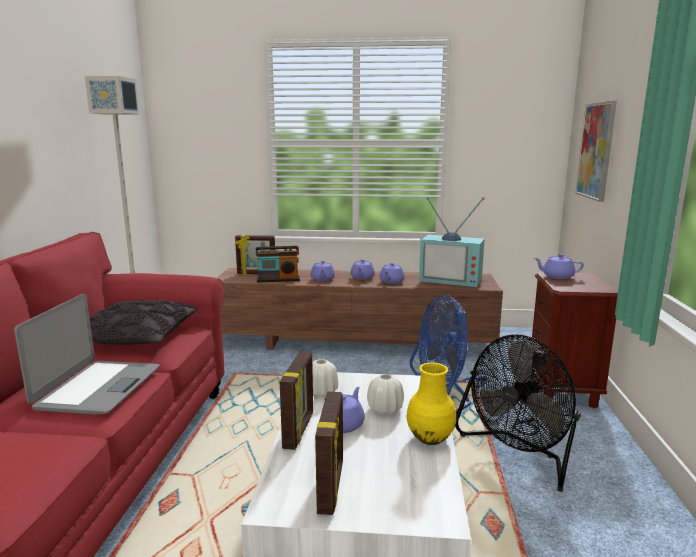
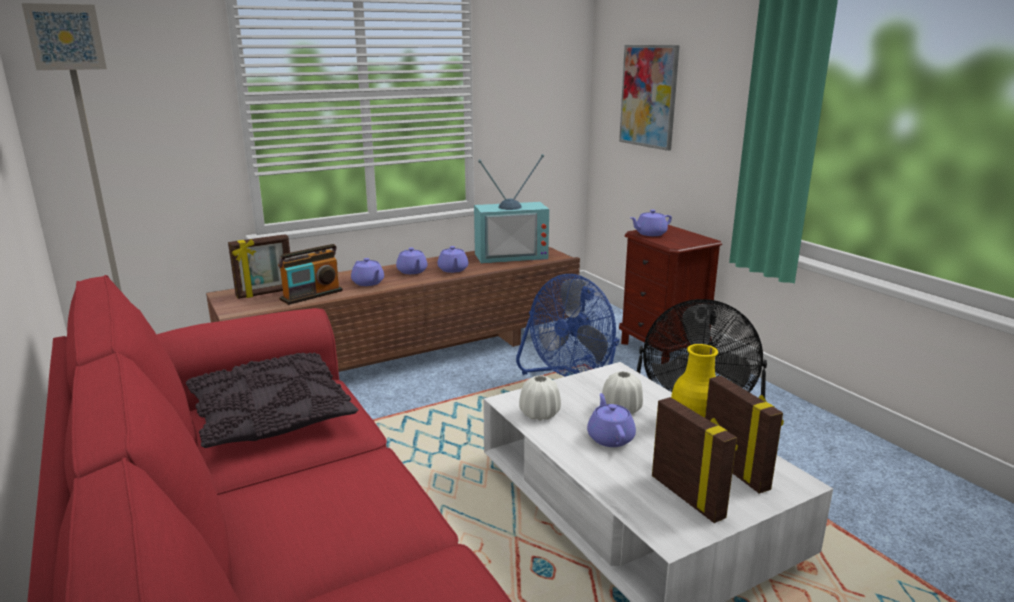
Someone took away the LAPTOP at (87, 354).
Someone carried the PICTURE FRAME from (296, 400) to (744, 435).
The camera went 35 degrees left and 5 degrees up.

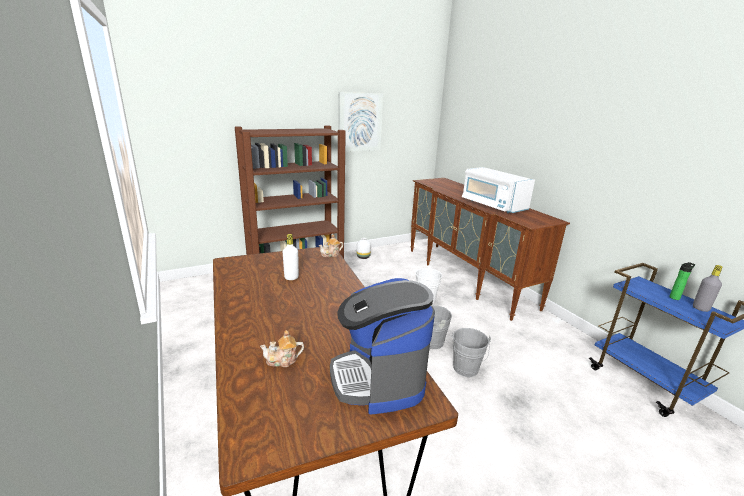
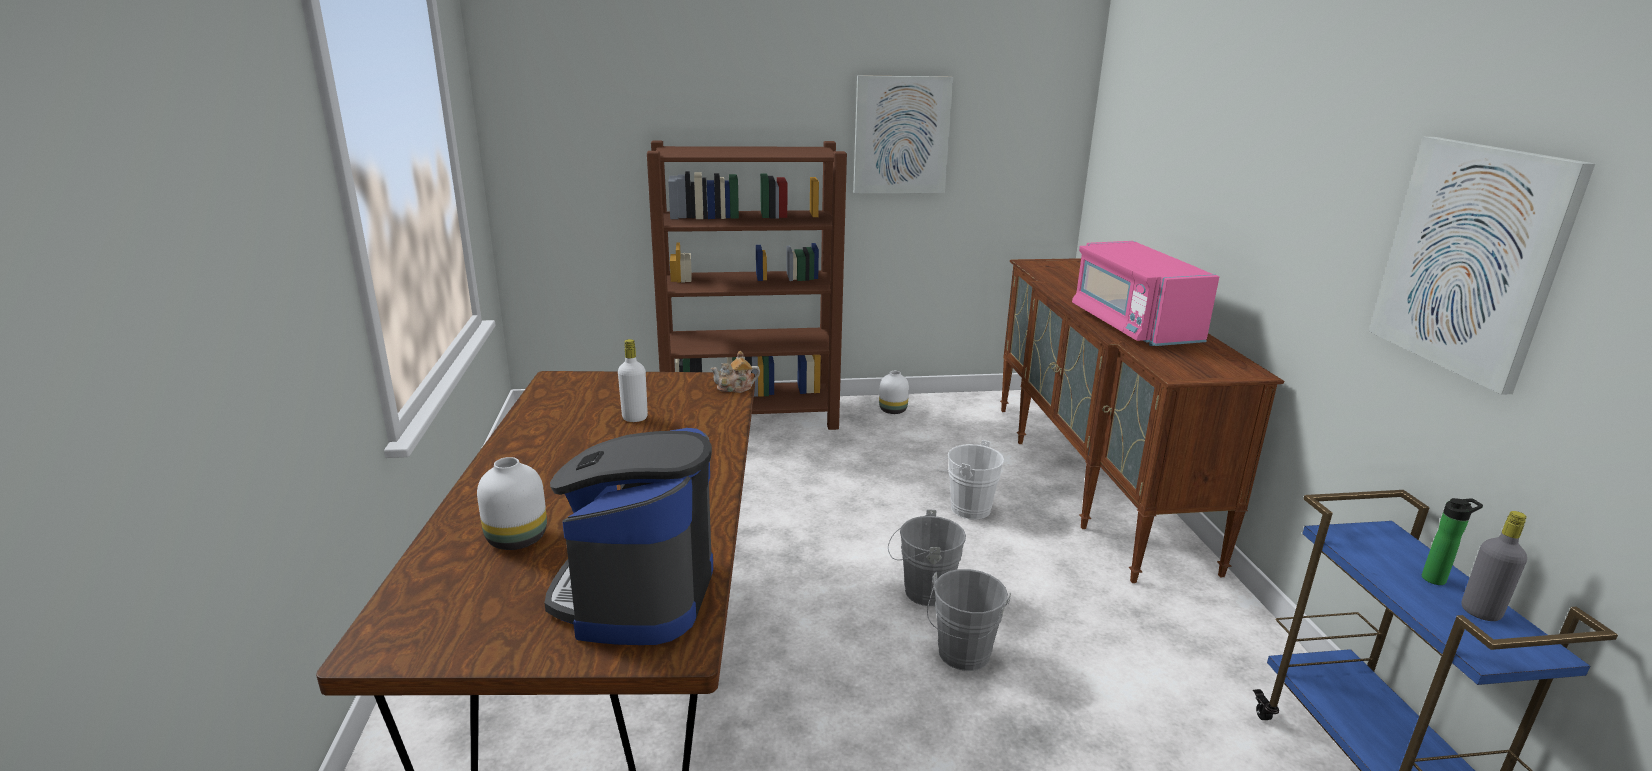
Someone repainted the WHITE MICROWAVE at (498, 190), which became the PINK MICROWAVE at (1145, 293).
Someone swapped the TEAPOT at (282, 348) for the WHITE VASE at (512, 503).
Someone put up the PICTURE at (1482, 266).
The camera went 20 degrees right and 0 degrees up.

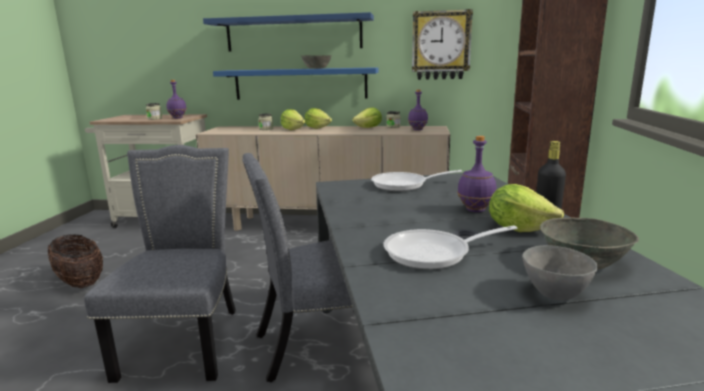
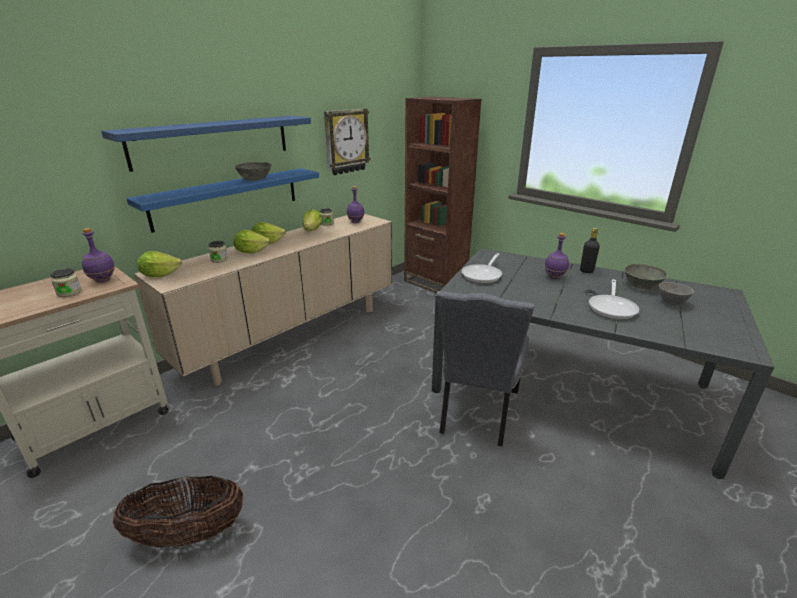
Someone took away the GREY CHAIR at (160, 264).
Someone carried the LETTUCE from (526, 208) to (159, 264).
The camera went 55 degrees left and 10 degrees up.

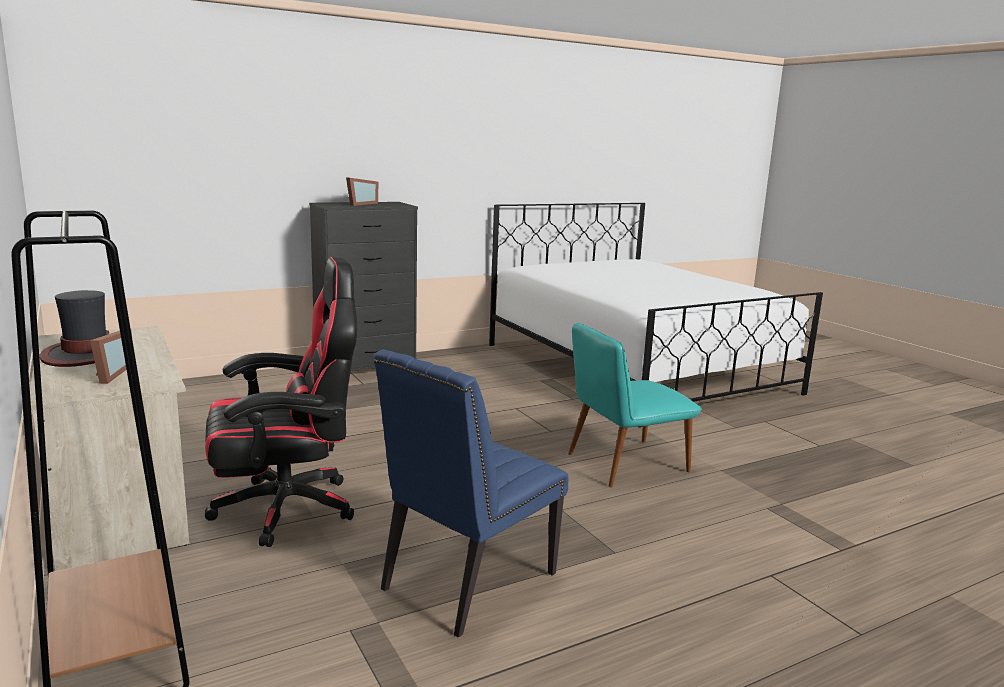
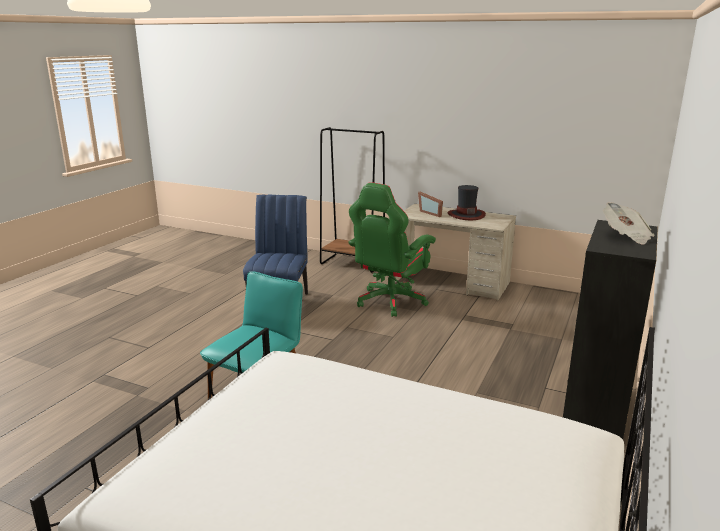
Someone swapped the PICTURE FRAME at (362, 191) for the NEWSPAPER at (628, 223).
Someone repainted the BLACK OFFICE CHAIR at (281, 402), which became the GREEN OFFICE CHAIR at (392, 249).
The camera went 145 degrees right and 5 degrees up.

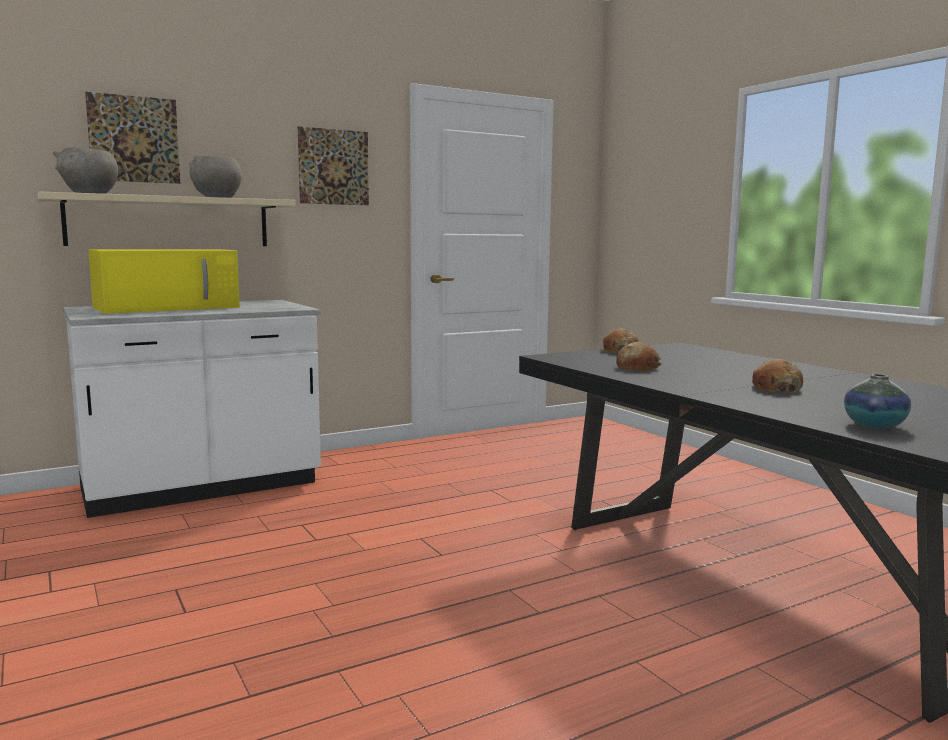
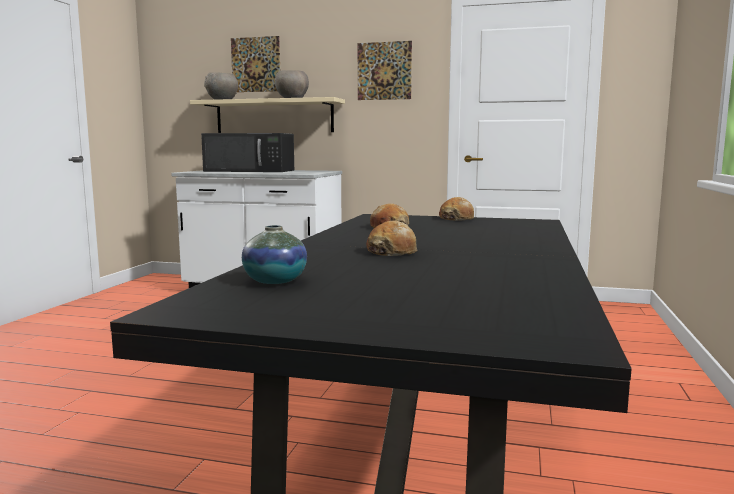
Someone repainted the YELLOW MICROWAVE at (164, 281), which became the BLACK MICROWAVE at (247, 152).
The camera went 45 degrees right and 0 degrees up.

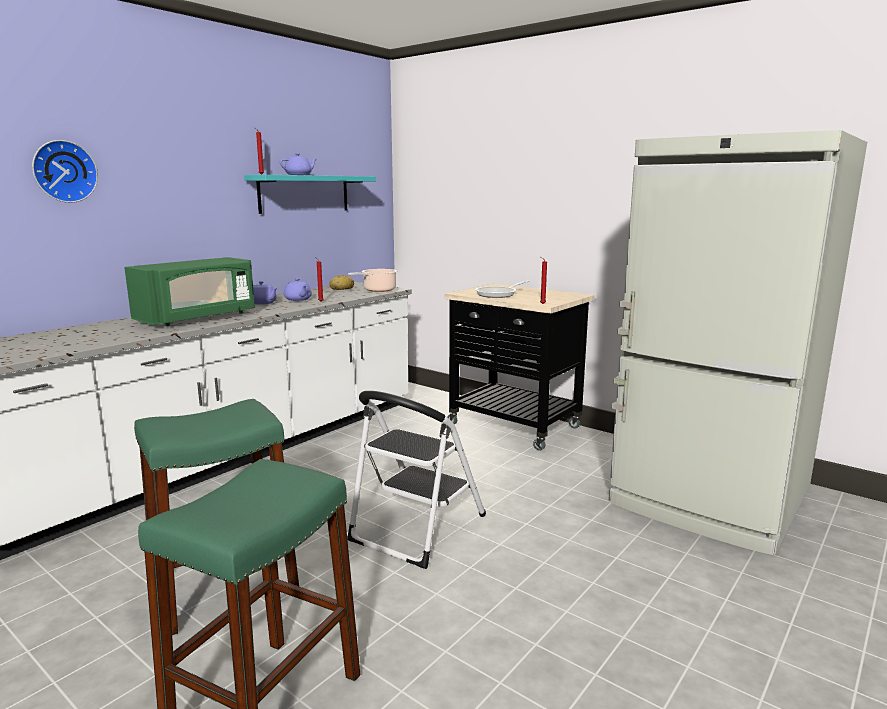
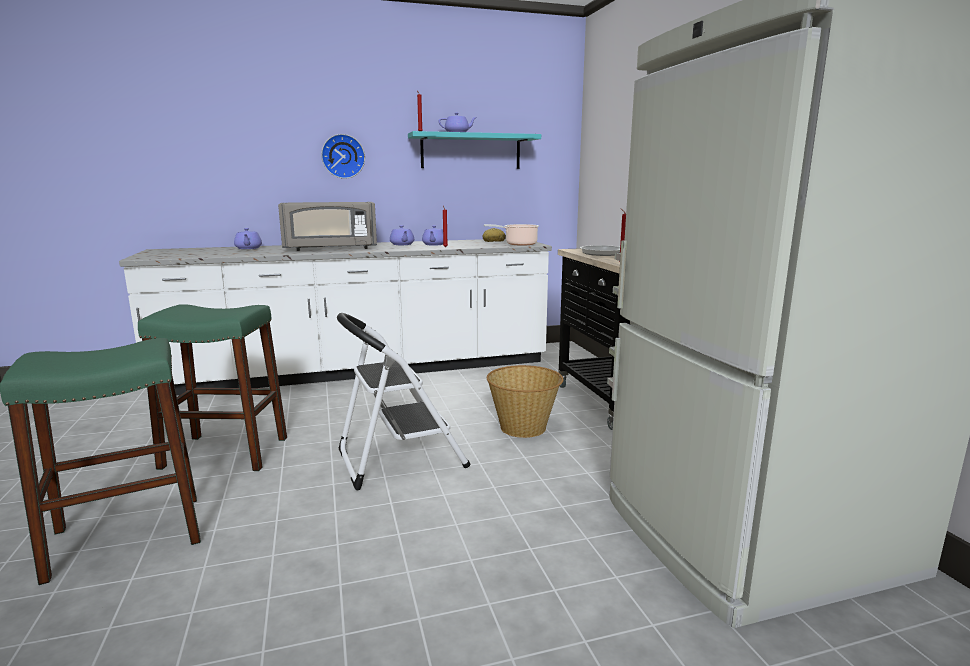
Someone carried the WALL CLOCK from (65, 171) to (343, 156).
Someone repainted the GREEN MICROWAVE at (189, 291), which became the GREY MICROWAVE at (327, 226).
Someone put down the PURPLE TEAPOT at (248, 238).
Someone put down the BASKET at (525, 401).
The camera went 35 degrees right and 0 degrees up.

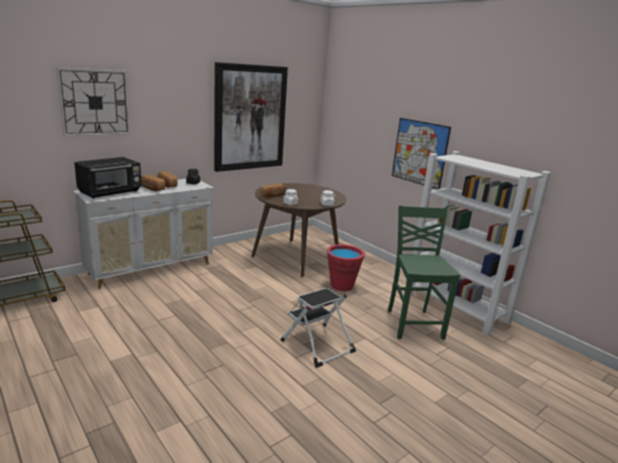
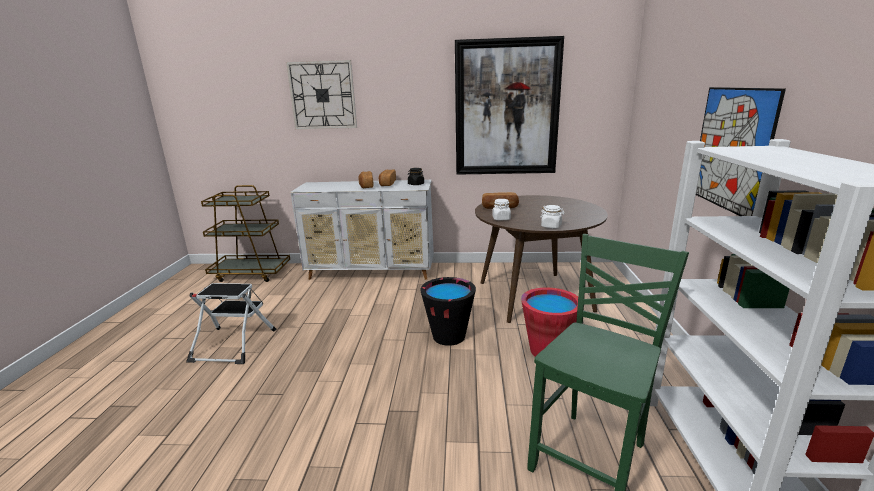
Someone took away the BLACK MICROWAVE at (107, 178).
Someone carried the STEP LADDER from (318, 328) to (231, 323).
Someone put down the BLACK BUCKET at (448, 311).
The camera went 45 degrees right and 0 degrees up.

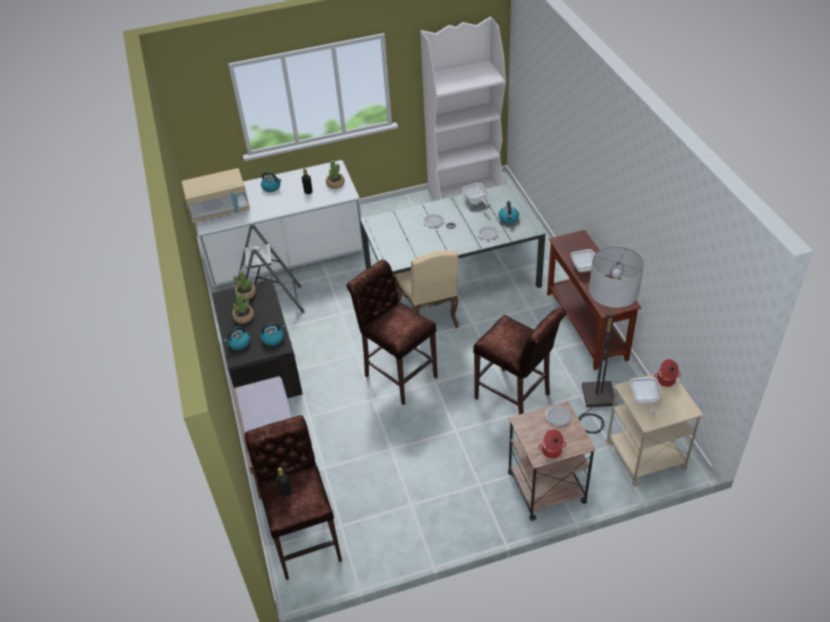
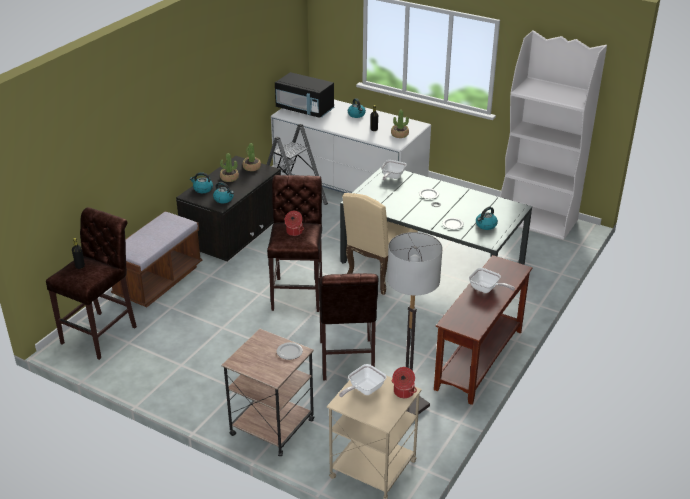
Someone repainted the BEIGE MICROWAVE at (215, 195), which became the BLACK MICROWAVE at (304, 95).
Someone carried the FRYING PAN from (475, 195) to (394, 170).
Someone carried the COOKING POT from (552, 443) to (294, 223).
The camera went 45 degrees right and 10 degrees down.

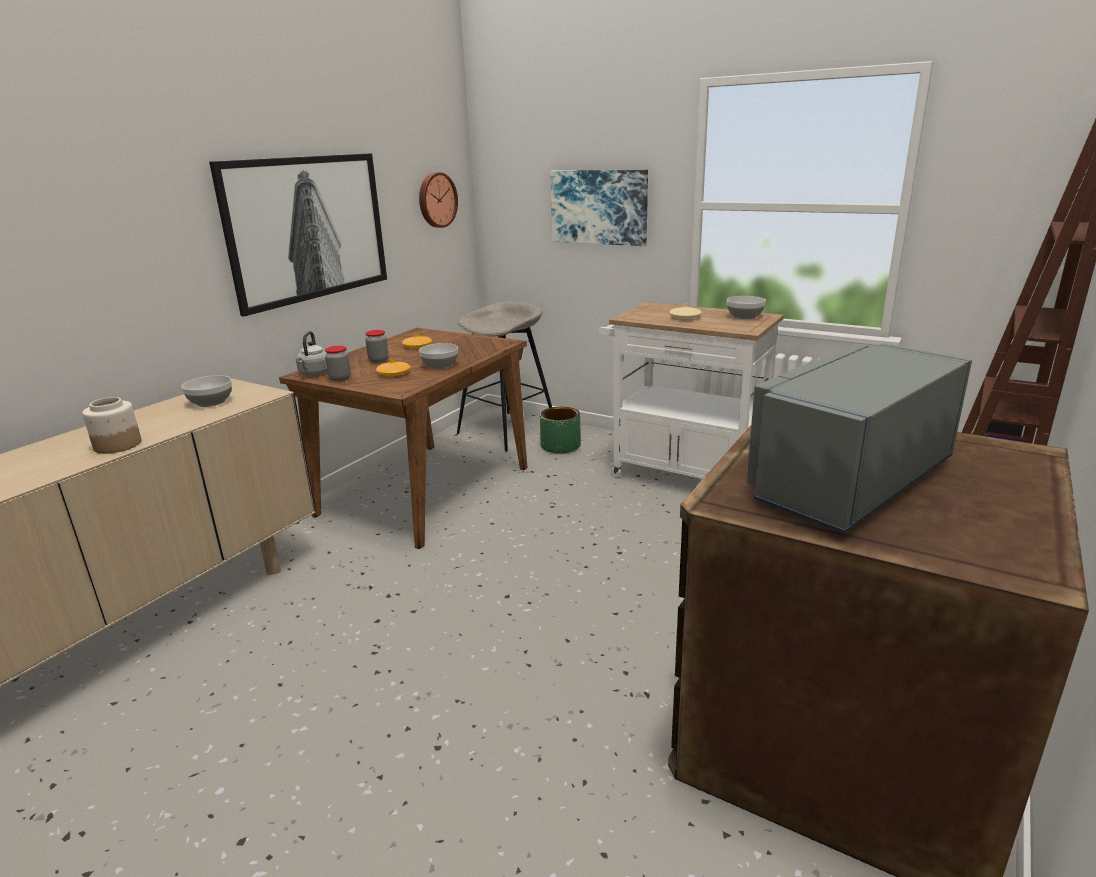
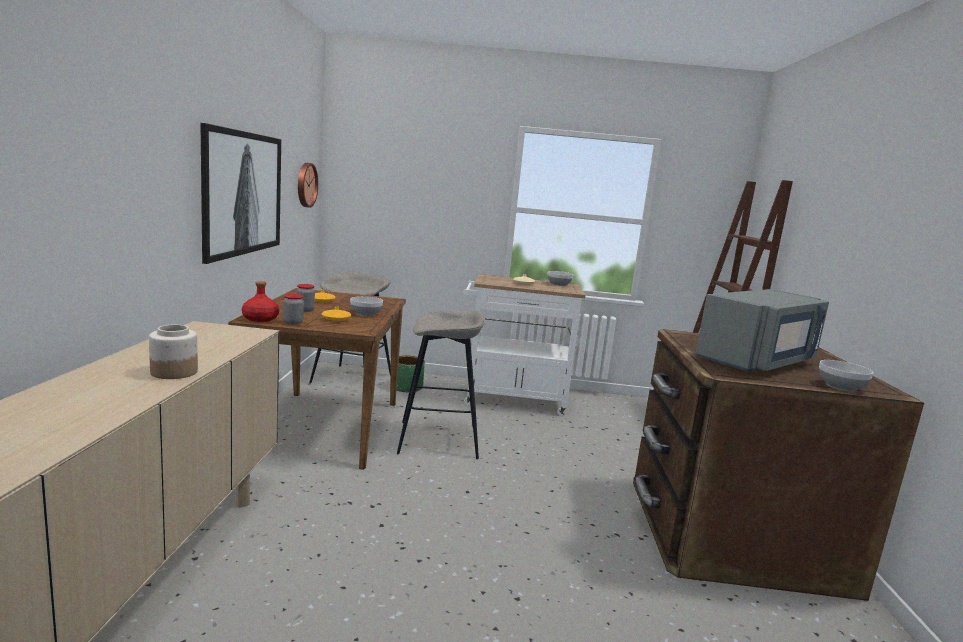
Someone took away the PICTURE at (599, 208).
Someone swapped the GREY KETTLE at (311, 353) for the RED BOTTLE at (260, 301).
Someone rotated the GREY MICROWAVE at (859, 438) by 150 degrees counterclockwise.
Someone carried the BOWL from (206, 391) to (846, 376).
Someone put down the GREY STOOL at (441, 384).
The camera went 30 degrees left and 10 degrees down.

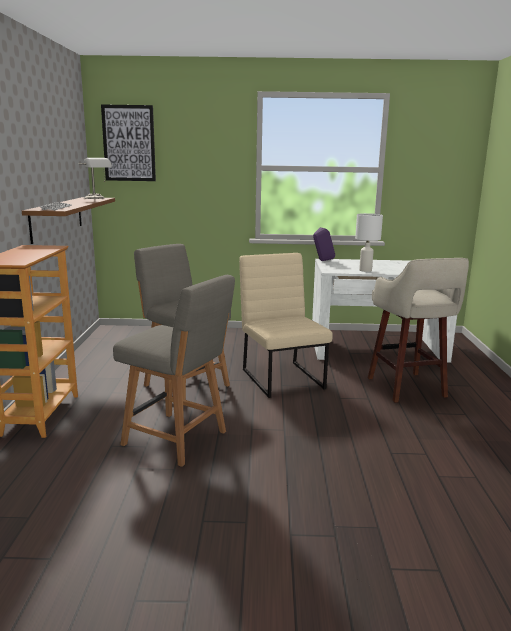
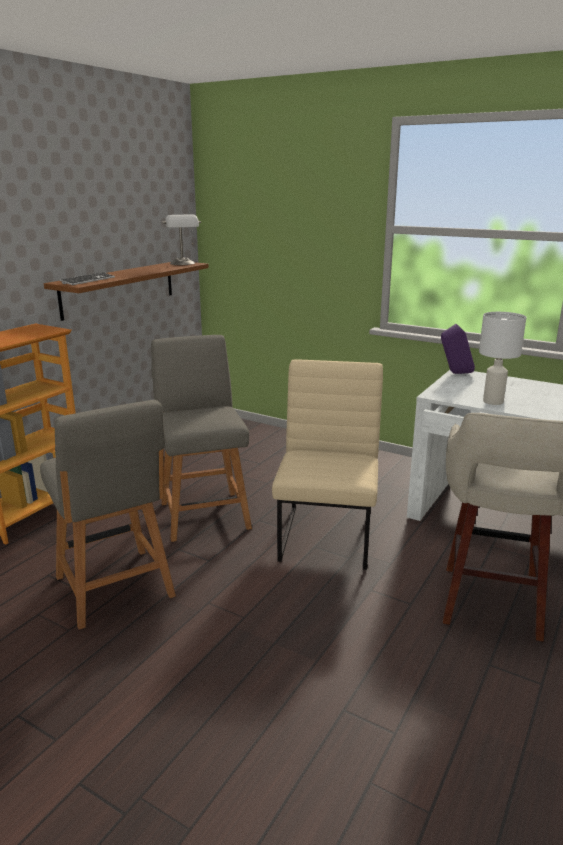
Someone took away the PICTURE at (128, 142).
The camera went 30 degrees right and 5 degrees up.

